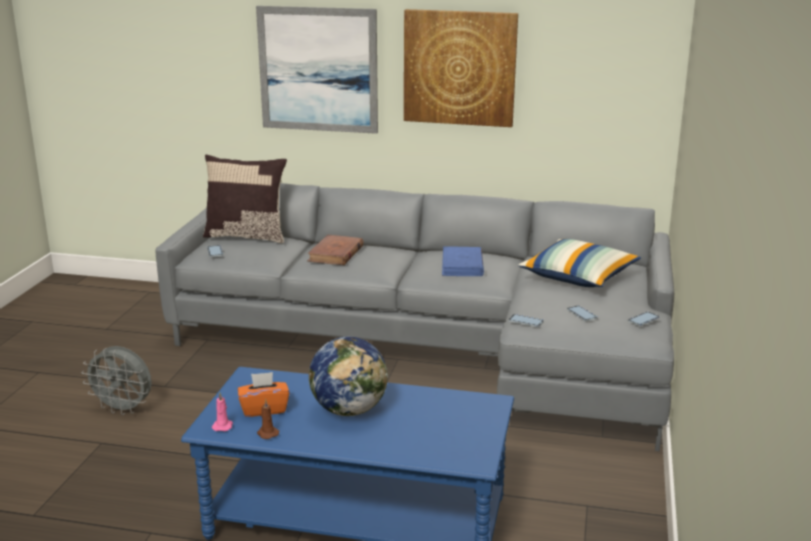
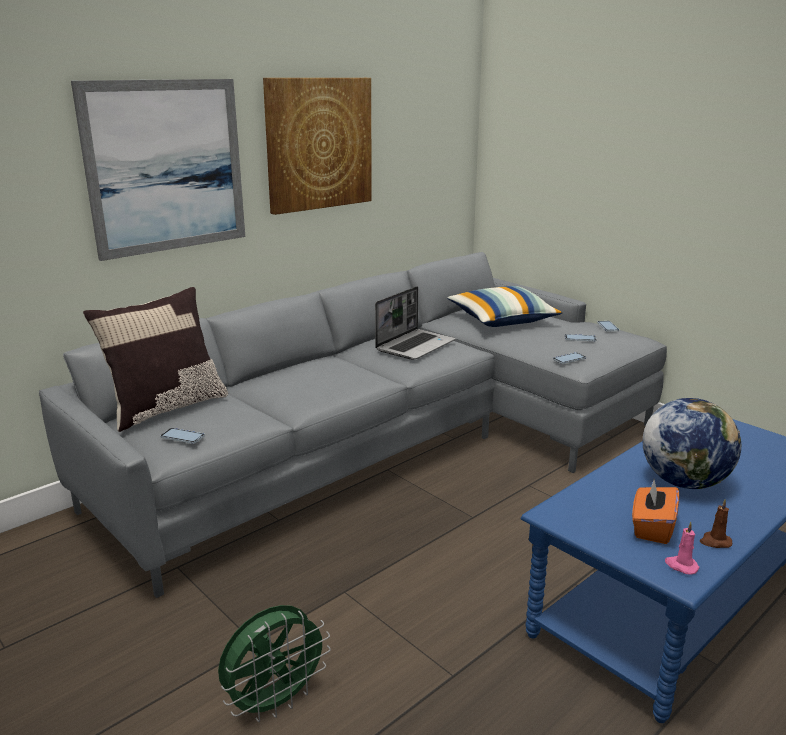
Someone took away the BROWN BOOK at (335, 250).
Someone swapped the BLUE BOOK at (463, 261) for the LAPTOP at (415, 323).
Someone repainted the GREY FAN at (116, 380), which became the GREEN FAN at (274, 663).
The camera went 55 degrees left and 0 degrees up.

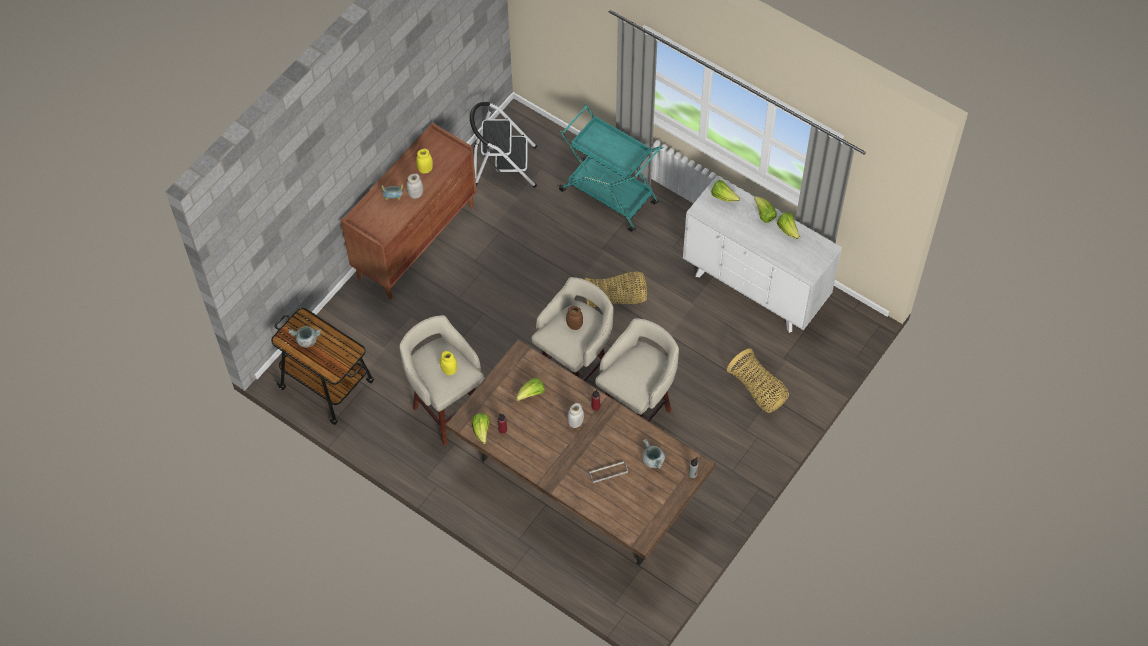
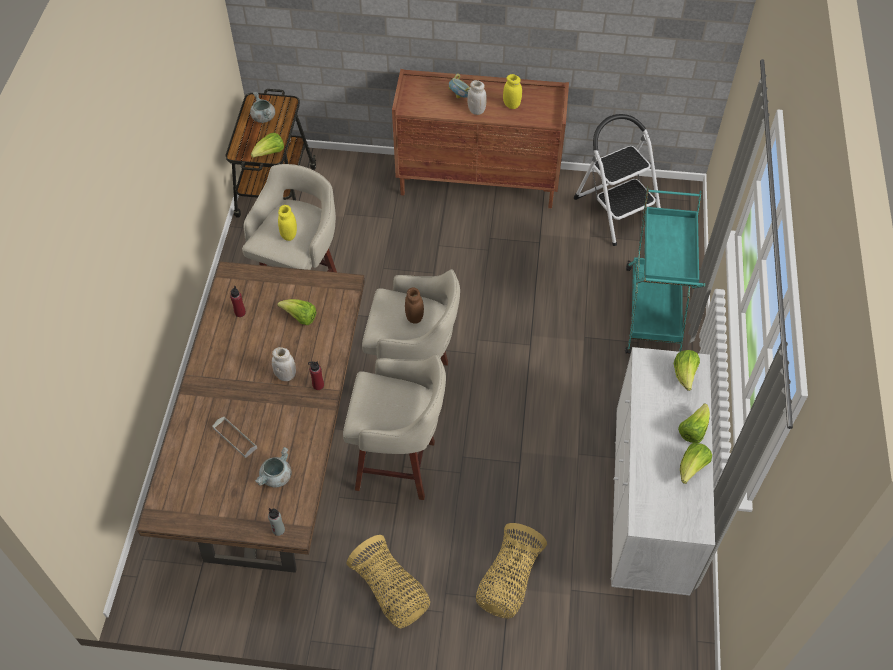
Someone carried the BASKET from (615, 289) to (388, 581).
Someone carried the LETTUCE from (480, 428) to (267, 145).
The camera went 60 degrees right and 5 degrees down.

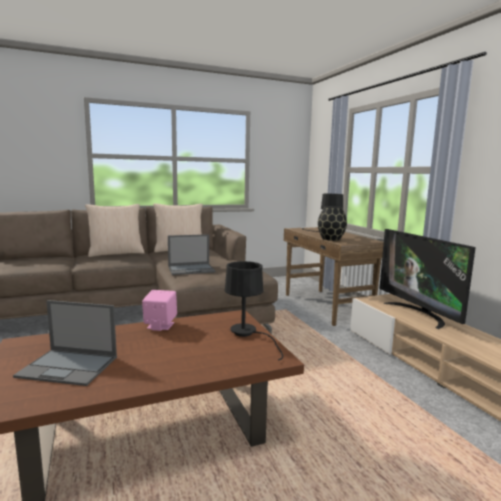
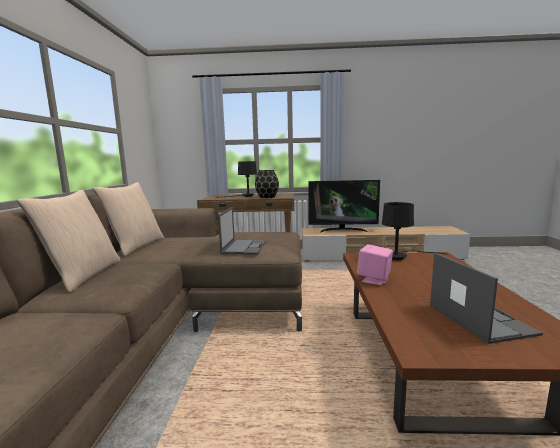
Someone rotated the LAPTOP at (65, 343) by 45 degrees counterclockwise.
The camera went 65 degrees left and 0 degrees up.

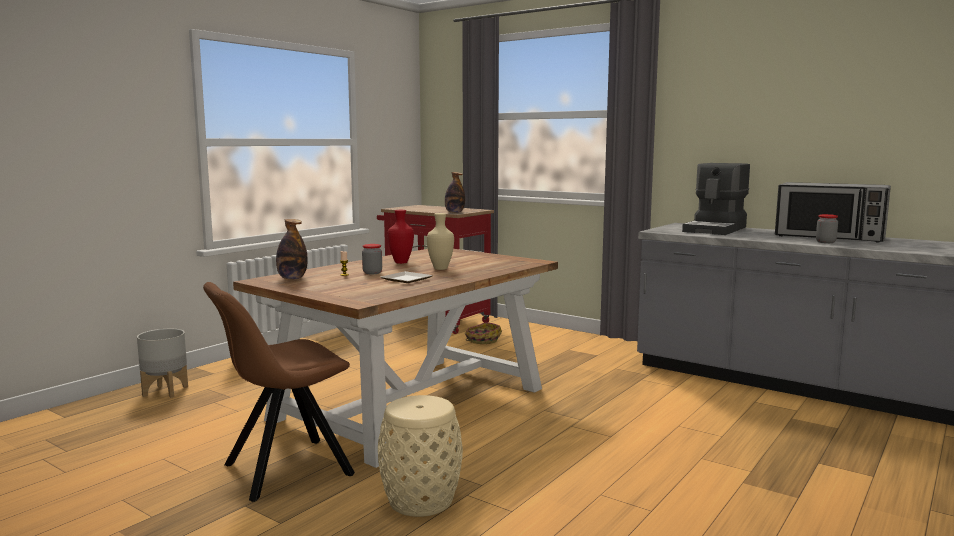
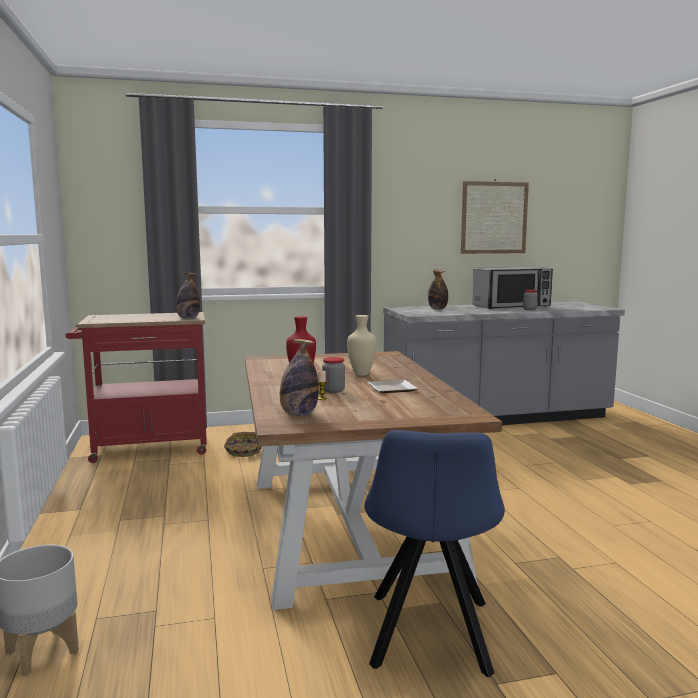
Someone swapped the COFFEE MACHINE at (716, 199) for the BOTTLE at (438, 289).
Someone repainted the BROWN CHAIR at (279, 392), which became the BLUE CHAIR at (434, 553).
Someone took away the BEIGE STOOL at (420, 456).
Someone put up the PICTURE at (495, 216).
The camera went 50 degrees left and 0 degrees up.

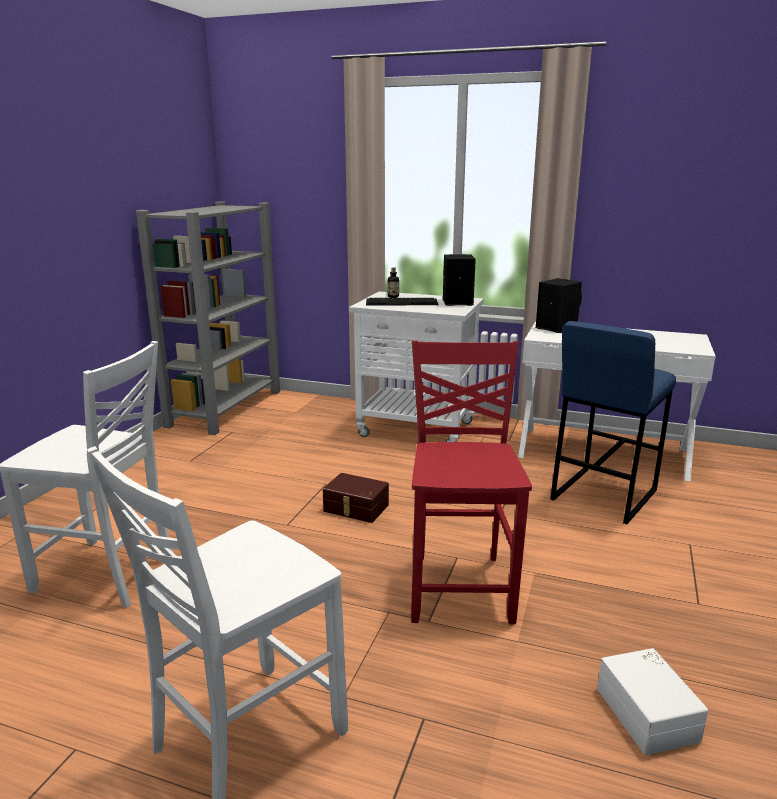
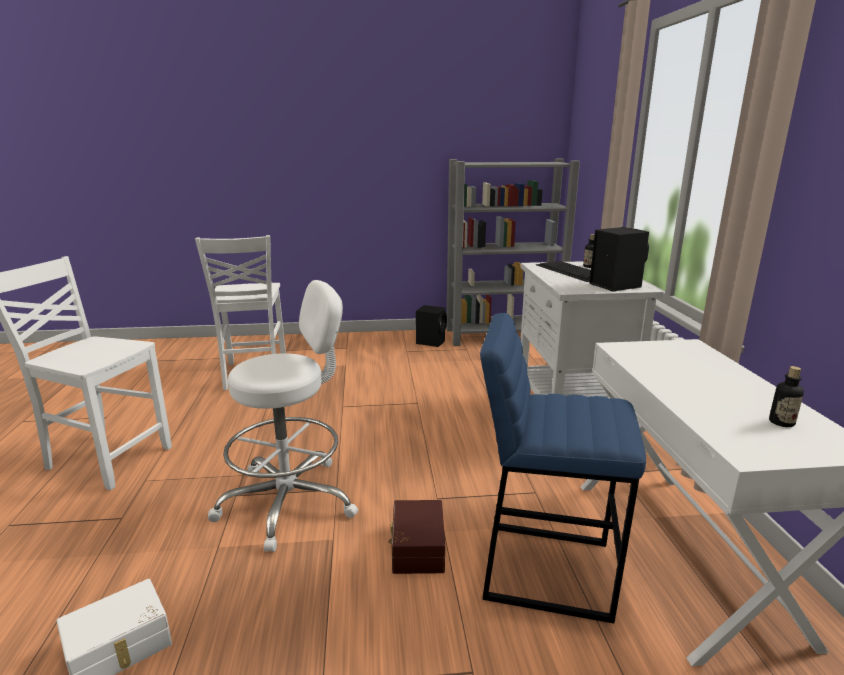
Someone carried the BLACK SPEAKER from (559, 305) to (431, 326).
Someone swapped the RED CHAIR at (471, 482) for the WHITE STOOL at (283, 416).
Someone carried the BROWN STORAGE BOX from (356, 498) to (417, 537).
Someone put down the BOTTLE at (786, 396).
The camera went 65 degrees right and 0 degrees up.

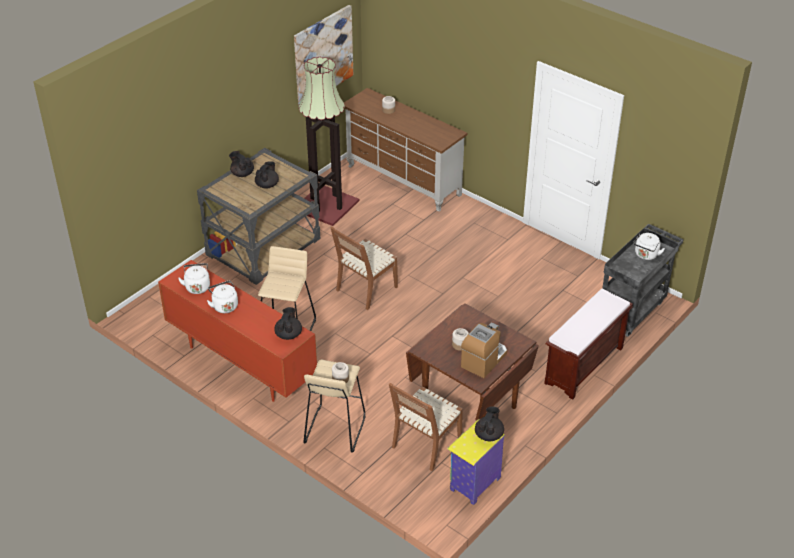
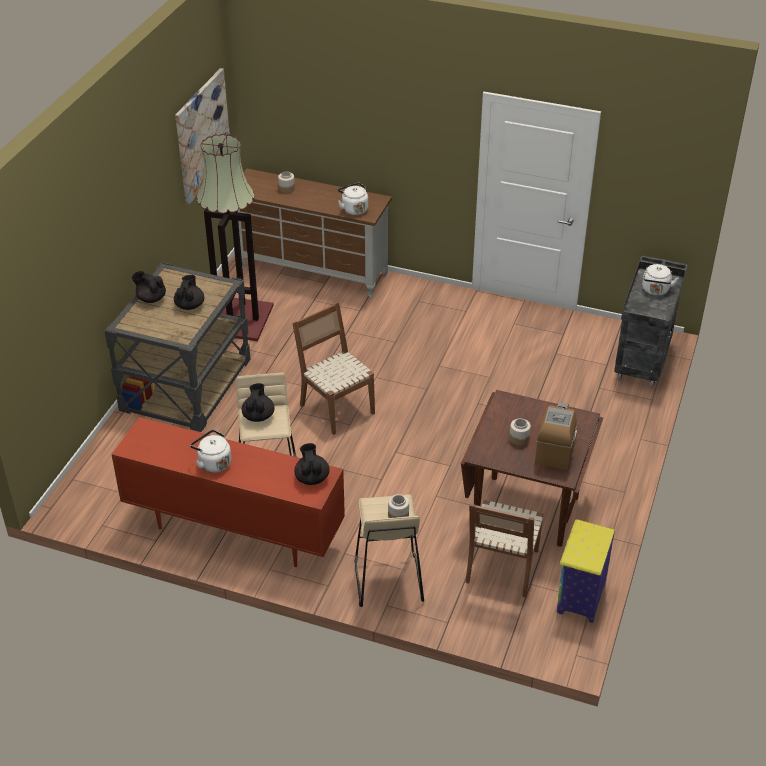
Someone rotated the CHAIR at (364, 268) by 120 degrees clockwise.
Someone carried the WHITE KETTLE from (194, 278) to (353, 199).
Someone took away the BROWN BENCH at (588, 344).
Someone carried the BLACK TEAPOT from (489, 424) to (258, 402).
The camera went 20 degrees left and 0 degrees up.

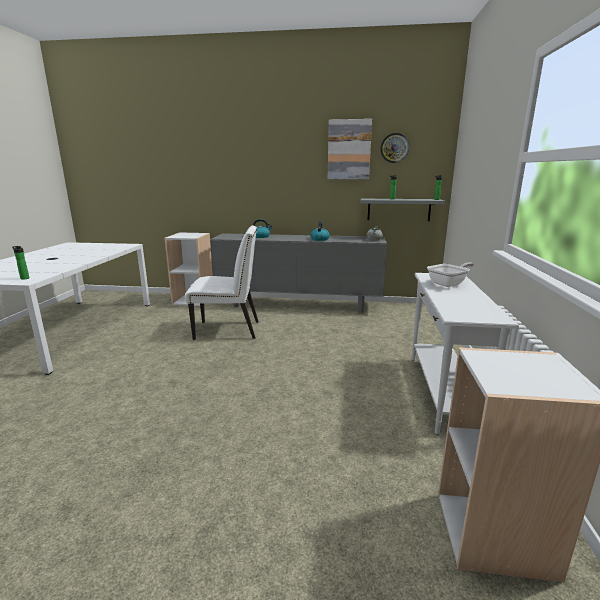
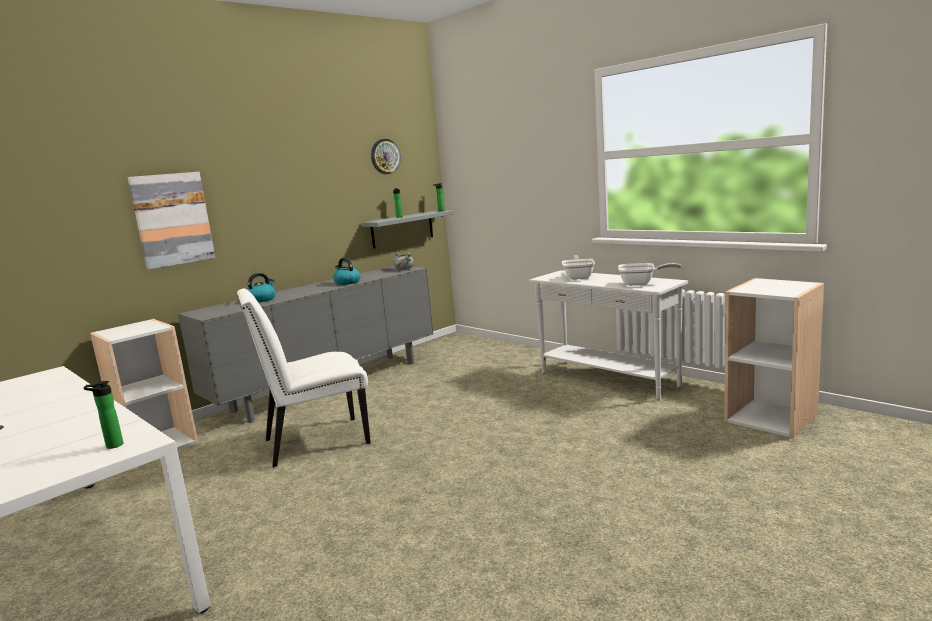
Someone carried the PICTURE from (350, 149) to (171, 221).
Someone rotated the WHITE CHAIR at (222, 282) by 150 degrees counterclockwise.
Someone put down the FRYING PAN at (649, 274).
The camera went 50 degrees left and 5 degrees down.

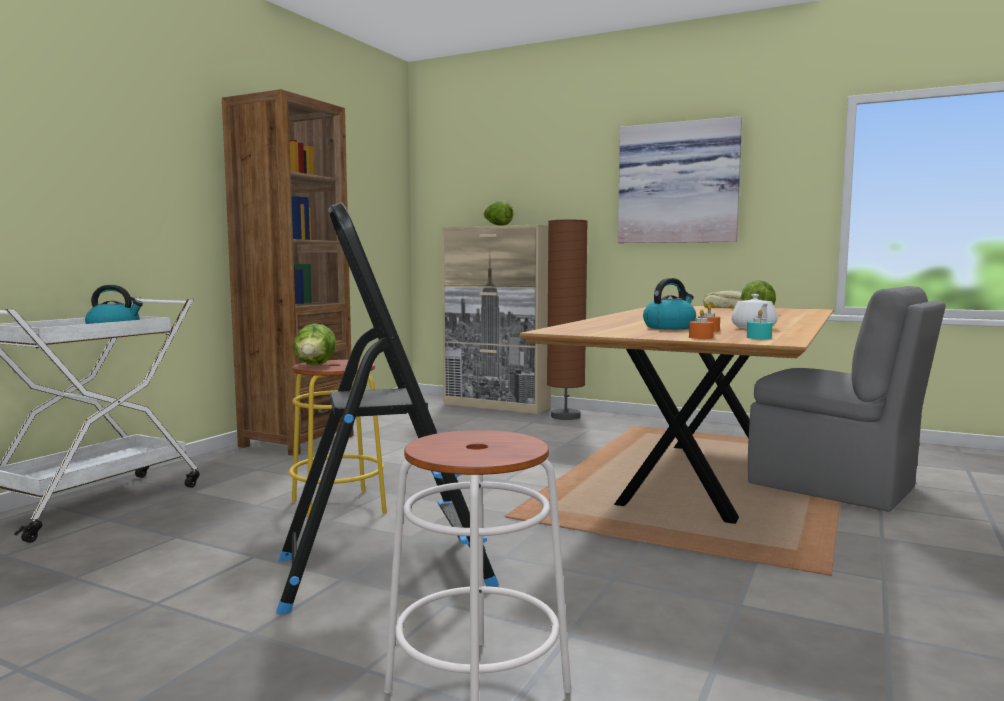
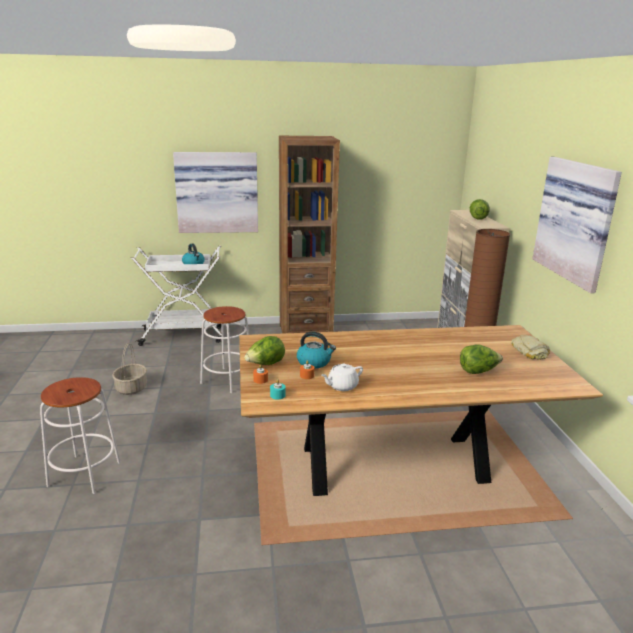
Someone took away the BLACK STEP LADDER at (387, 408).
Someone took away the GREY CHAIR at (847, 399).
Someone carried the LETTUCE from (314, 344) to (264, 350).
Someone repainted the YELLOW STOOL at (338, 440), which became the WHITE STOOL at (224, 349).
Someone put up the PICTURE at (215, 192).
Someone put down the BASKET at (129, 369).
The camera went 55 degrees right and 15 degrees up.

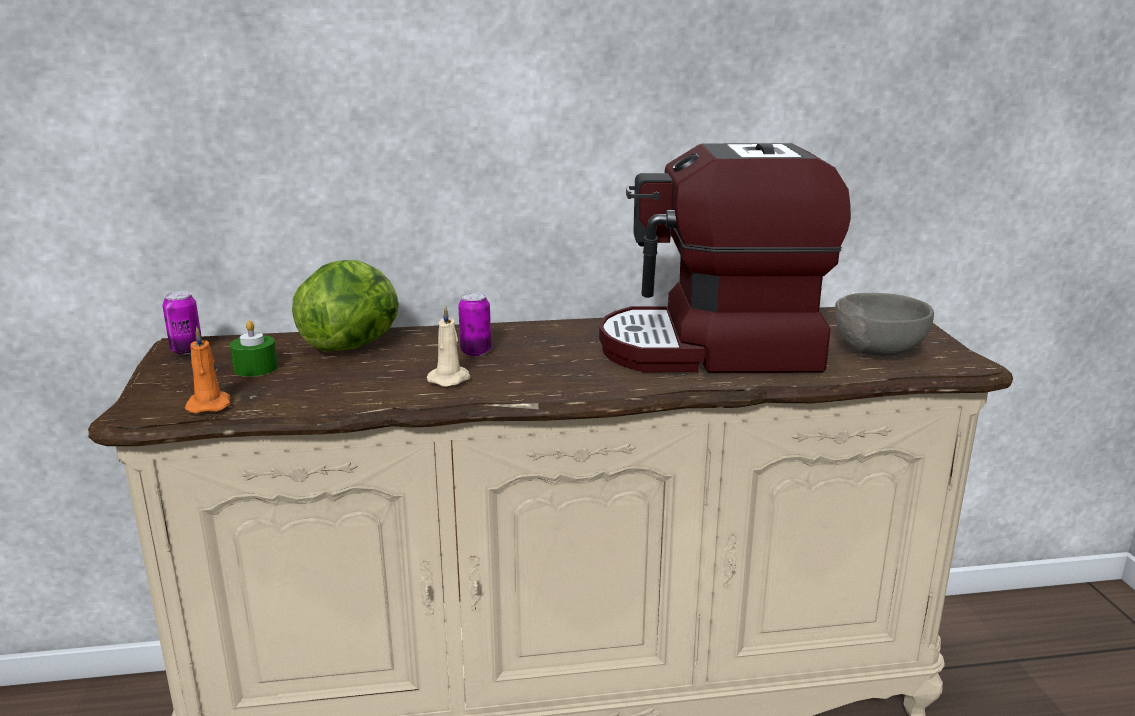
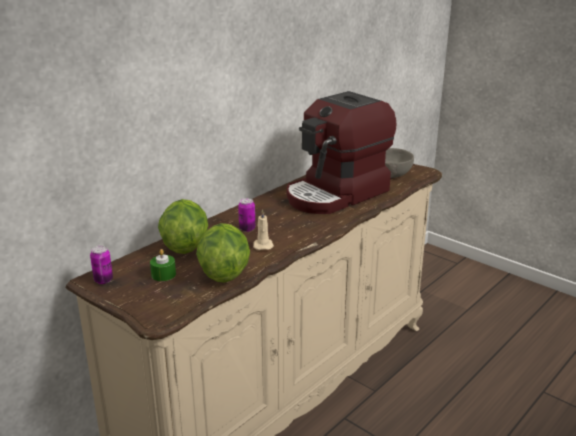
Someone took away the ORANGE CANDLE at (208, 370).
Someone put down the LETTUCE at (223, 253).
The camera went 40 degrees left and 5 degrees up.

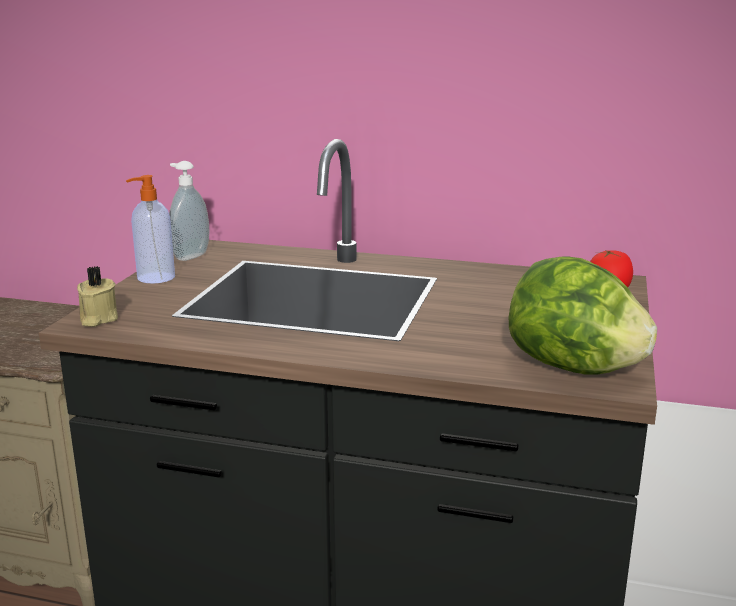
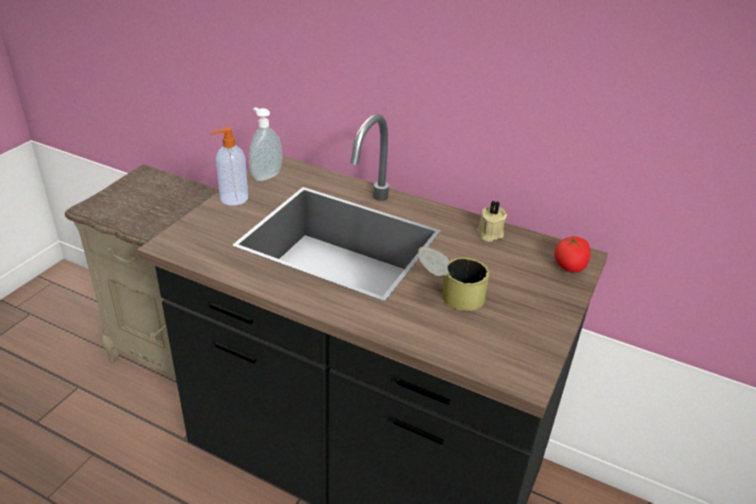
Someone took away the LETTUCE at (583, 315).
Someone carried the BEIGE CANDLE from (97, 296) to (492, 221).
Someone put down the CAN at (454, 279).
The camera went 10 degrees right and 15 degrees up.

